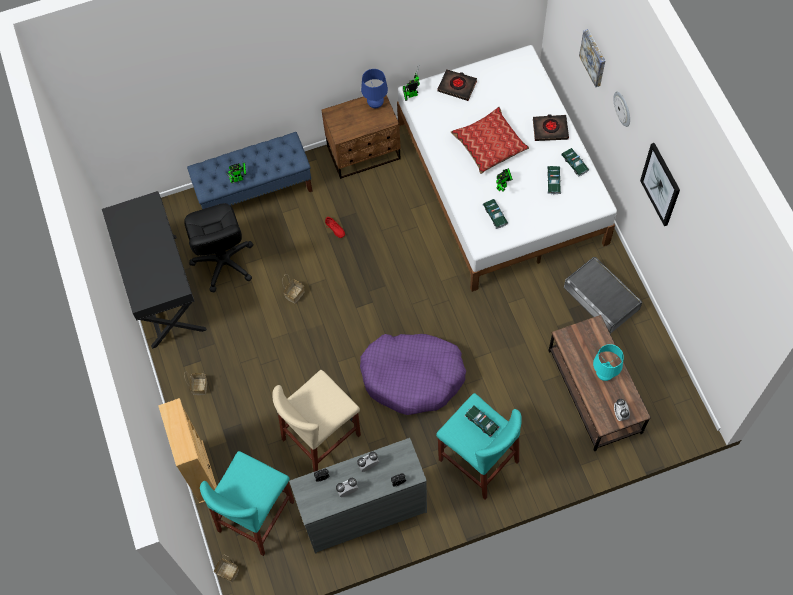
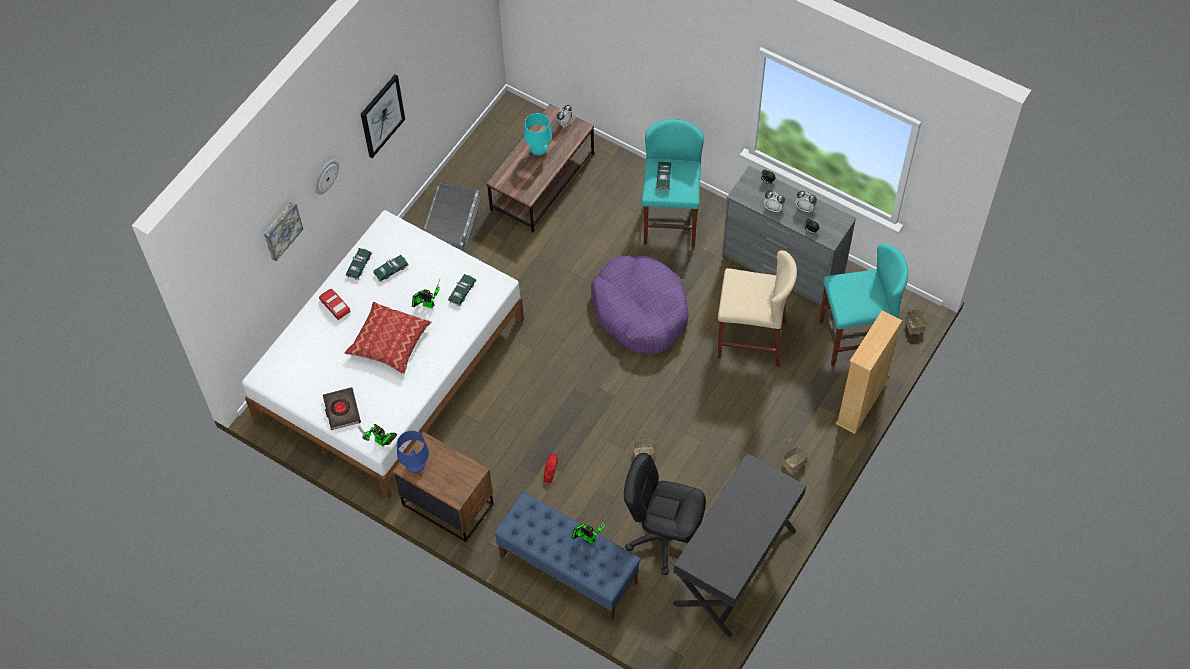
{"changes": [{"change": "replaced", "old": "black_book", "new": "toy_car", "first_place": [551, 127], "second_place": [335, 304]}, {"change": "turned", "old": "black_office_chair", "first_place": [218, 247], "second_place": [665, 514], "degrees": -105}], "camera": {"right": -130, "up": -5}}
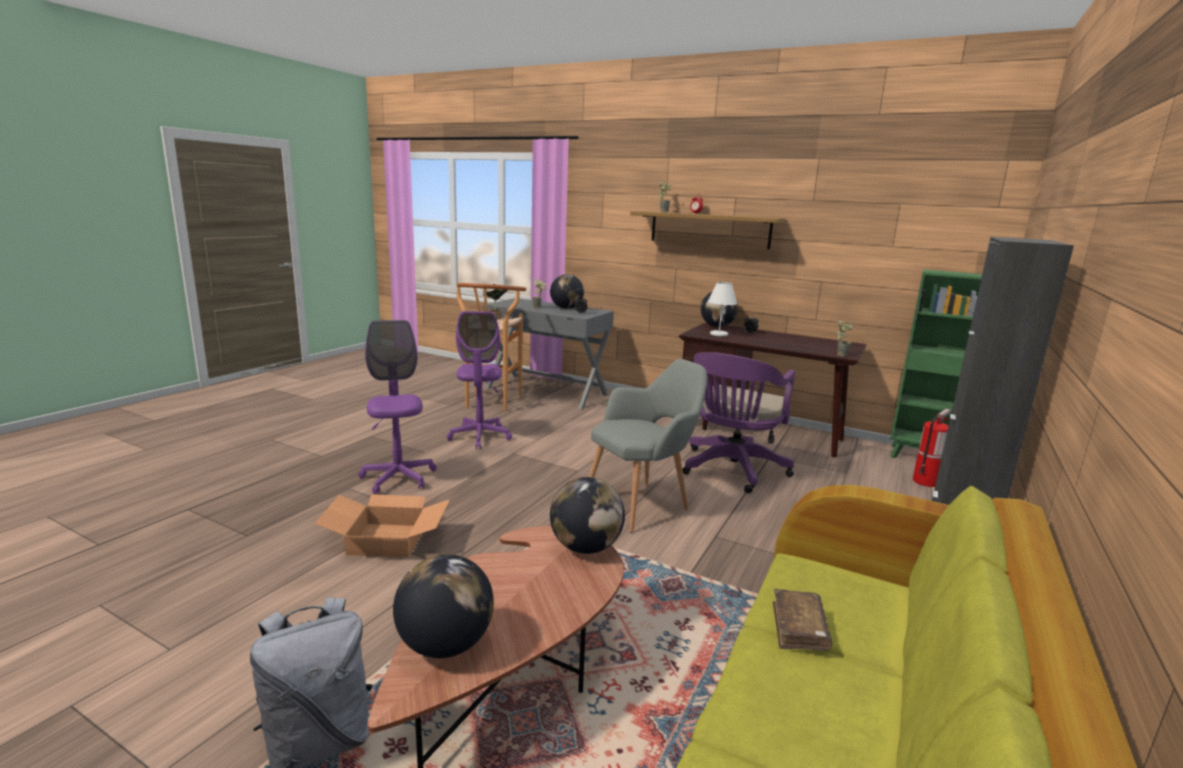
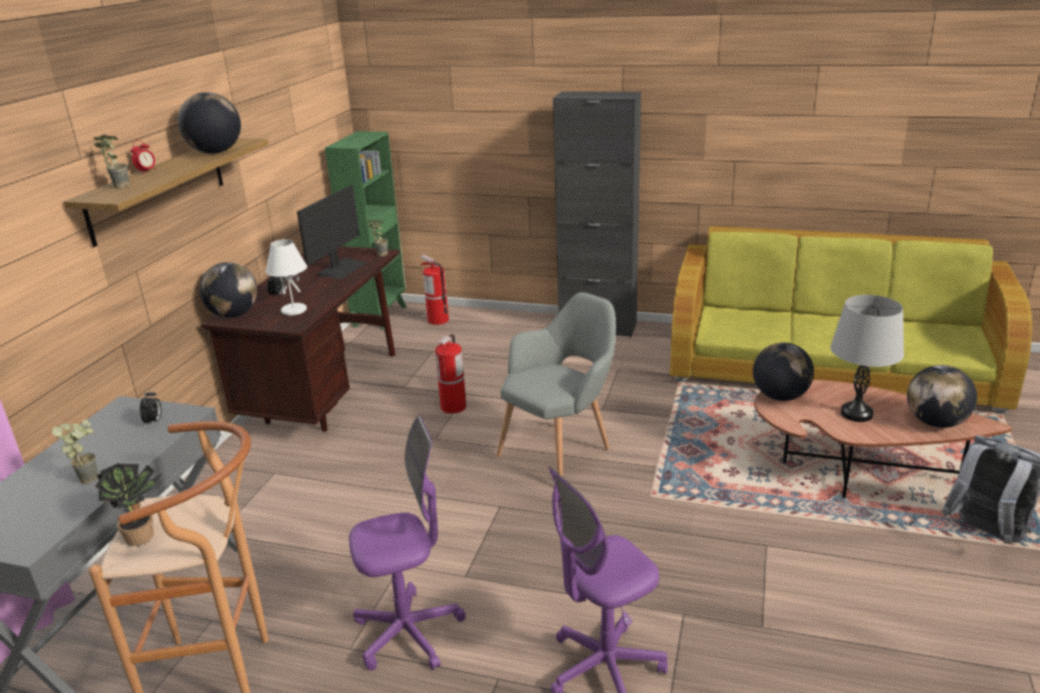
{"changes": [{"change": "moved", "old": "globe", "first_place": [567, 291], "second_place": [209, 123]}, {"change": "added", "new": "monitor", "second_place": [332, 232]}, {"change": "replaced", "old": "purple_office_chair", "new": "fire_extinguisher", "first_place": [738, 422], "second_place": [450, 374]}, {"change": "turned", "old": "grey_armchair", "first_place": [648, 446], "second_place": [556, 384], "degrees": 90}, {"change": "added", "new": "grey_table_lamp", "second_place": [867, 358]}, {"change": "removed", "old": "cardboard_box", "first_place": [382, 526]}, {"change": "removed", "old": "brown_book", "first_place": [802, 620]}], "camera": {"right": -100, "up": 10}}
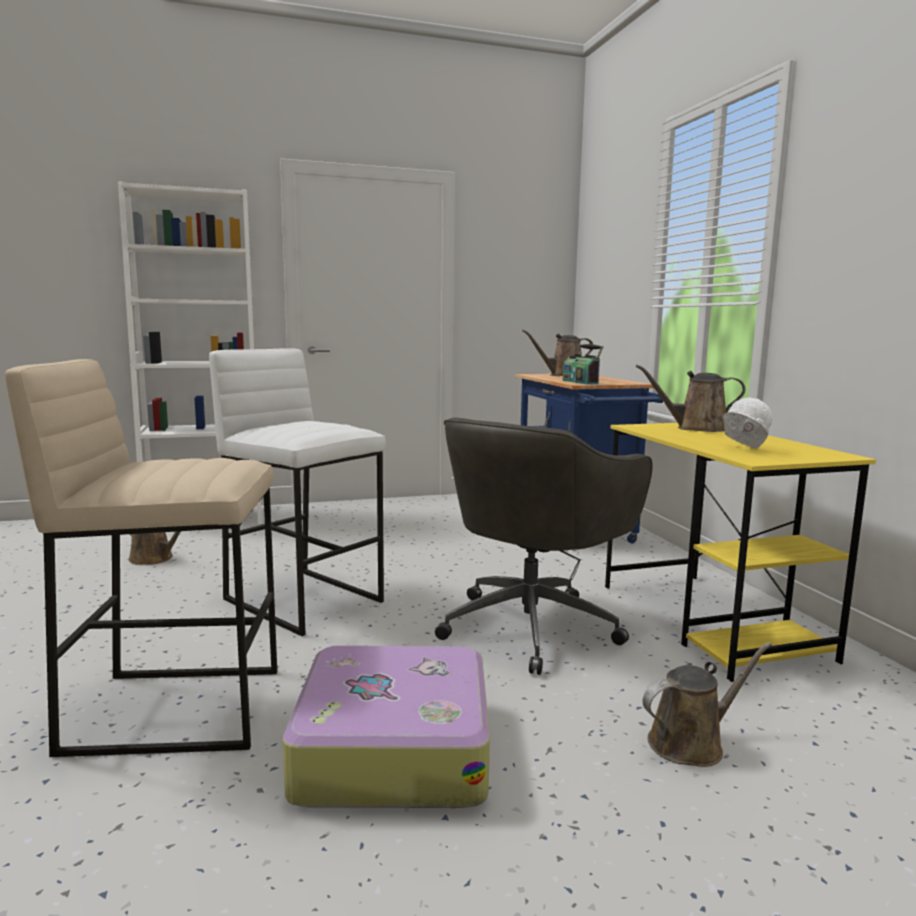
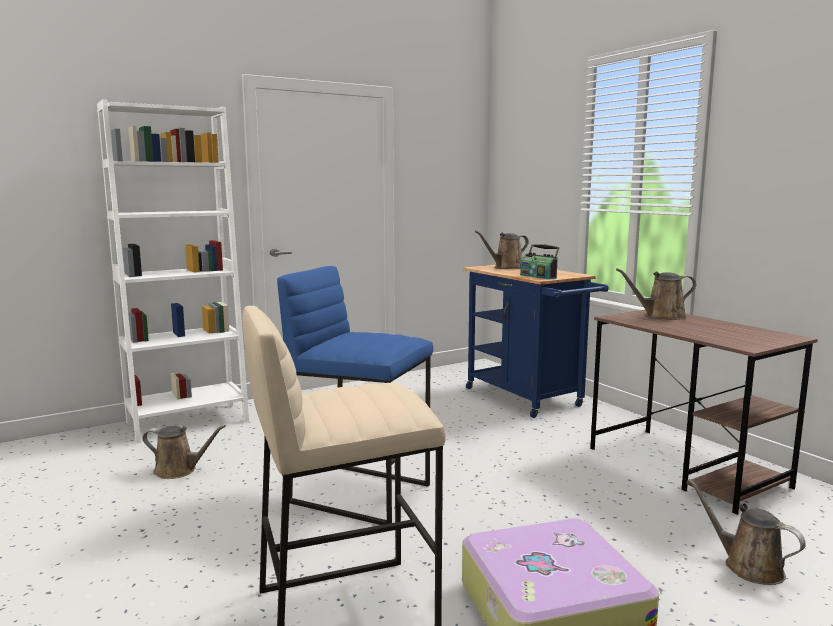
{"changes": [{"change": "recoloured", "old": "white_stool", "new": "blue_stool", "first_place": [297, 492], "second_place": [355, 395]}, {"change": "recoloured", "old": "yellow_desk", "new": "brown_desk", "first_place": [740, 552], "second_place": [704, 412]}, {"change": "turned", "old": "brown_watering_can", "first_place": [707, 704], "second_place": [746, 532], "degrees": -90}, {"change": "removed", "old": "grey_office_chair", "first_place": [543, 546]}, {"change": "removed", "old": "white_hard_hat", "first_place": [748, 422]}], "camera": {"right": -15, "up": 0}}
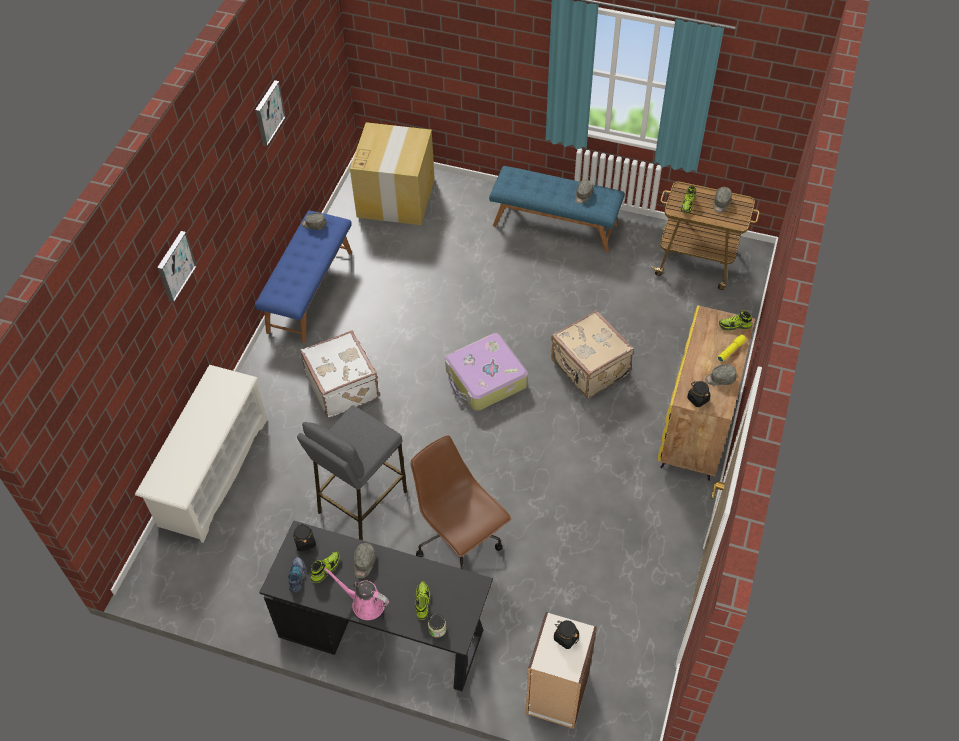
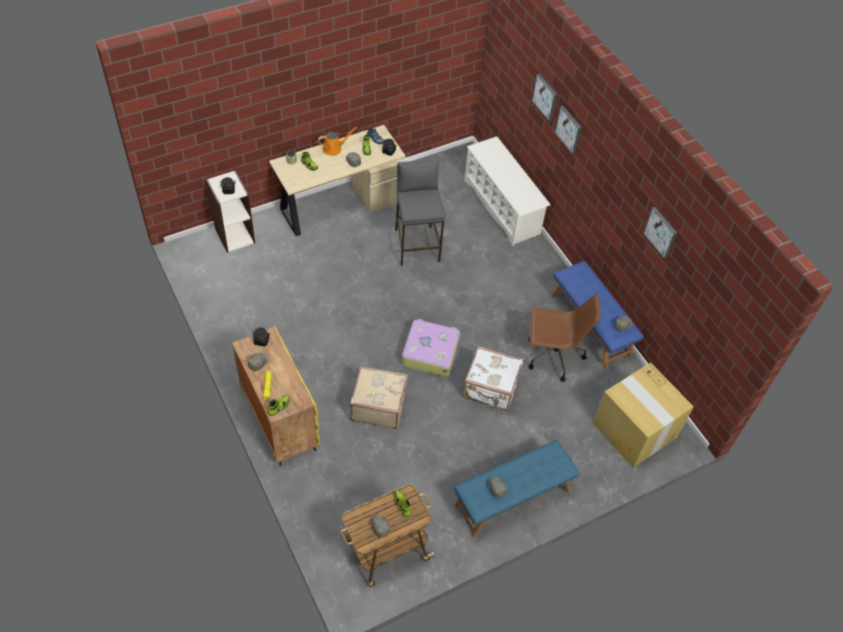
{"changes": [{"change": "recoloured", "old": "black_desk", "new": "beige_desk", "first_place": [376, 605], "second_place": [337, 180]}, {"change": "recoloured", "old": "pink_watering_can", "new": "orange_watering_can", "first_place": [356, 594], "second_place": [337, 141]}, {"change": "moved", "old": "white_suitcase", "first_place": [339, 374], "second_place": [493, 378]}, {"change": "moved", "old": "brown_office_chair", "first_place": [461, 502], "second_place": [564, 338]}, {"change": "added", "new": "picture", "second_place": [544, 97]}], "camera": {"right": 130, "up": 0}}
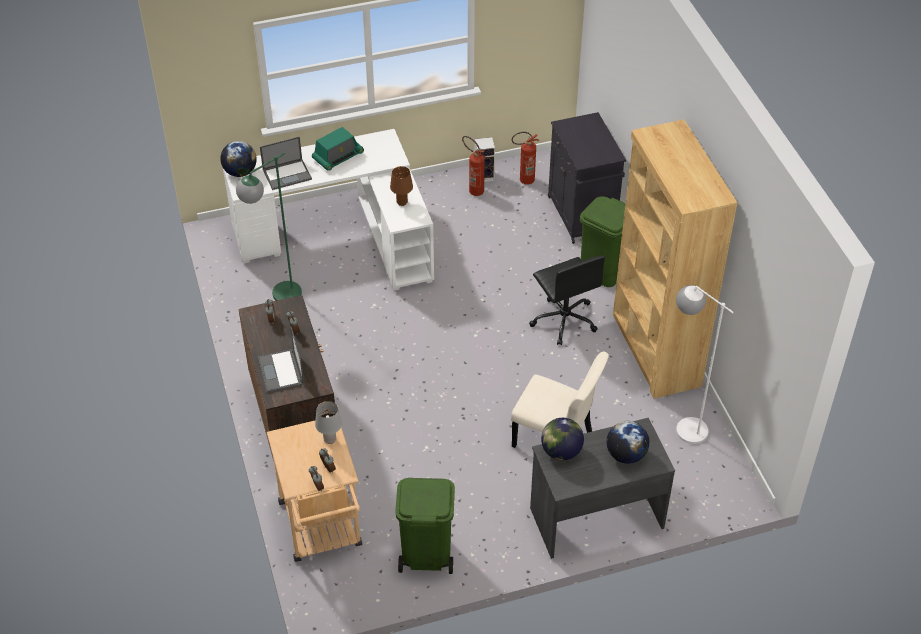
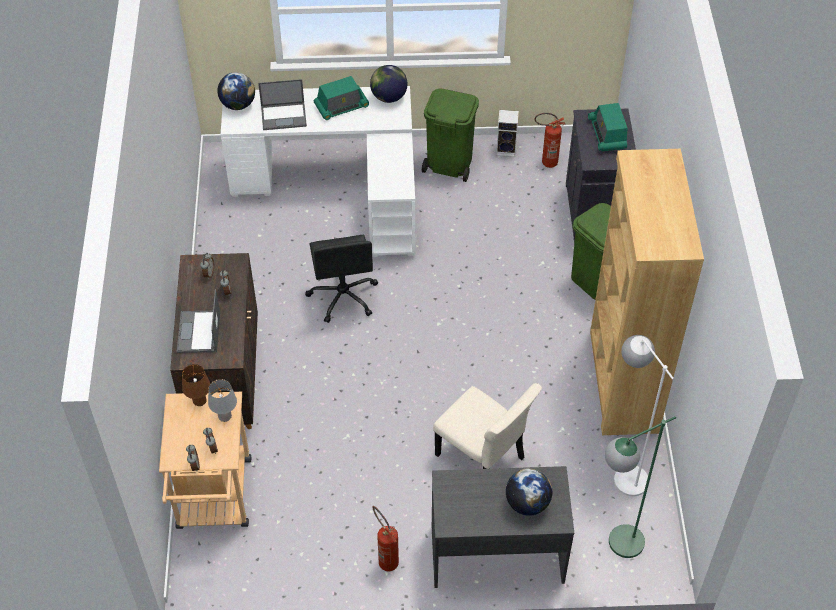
{"changes": [{"change": "moved", "old": "brown_table_lamp", "first_place": [401, 186], "second_place": [196, 385]}, {"change": "moved", "old": "black_office_chair", "first_place": [567, 300], "second_place": [341, 279]}, {"change": "moved", "old": "globe", "first_place": [562, 439], "second_place": [388, 84]}, {"change": "moved", "old": "fire_extinguisher", "first_place": [474, 166], "second_place": [385, 538]}, {"change": "moved", "old": "green_trash_can", "first_place": [425, 526], "second_place": [450, 135]}, {"change": "added", "new": "radio", "second_place": [608, 127]}, {"change": "moved", "old": "green_floor_lamp", "first_place": [269, 226], "second_place": [640, 487]}], "camera": {"right": 15, "up": 5}}
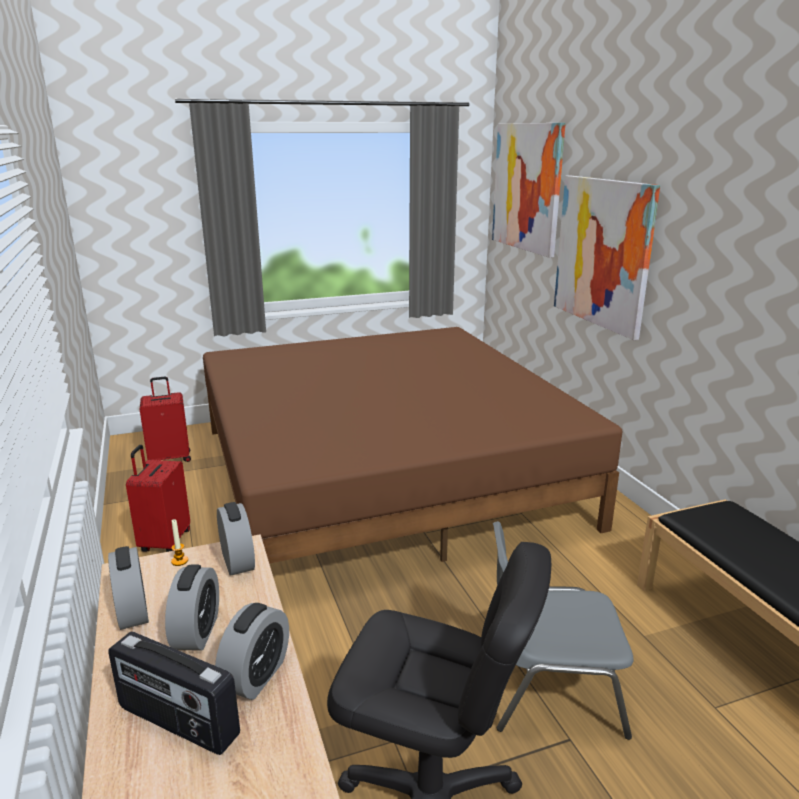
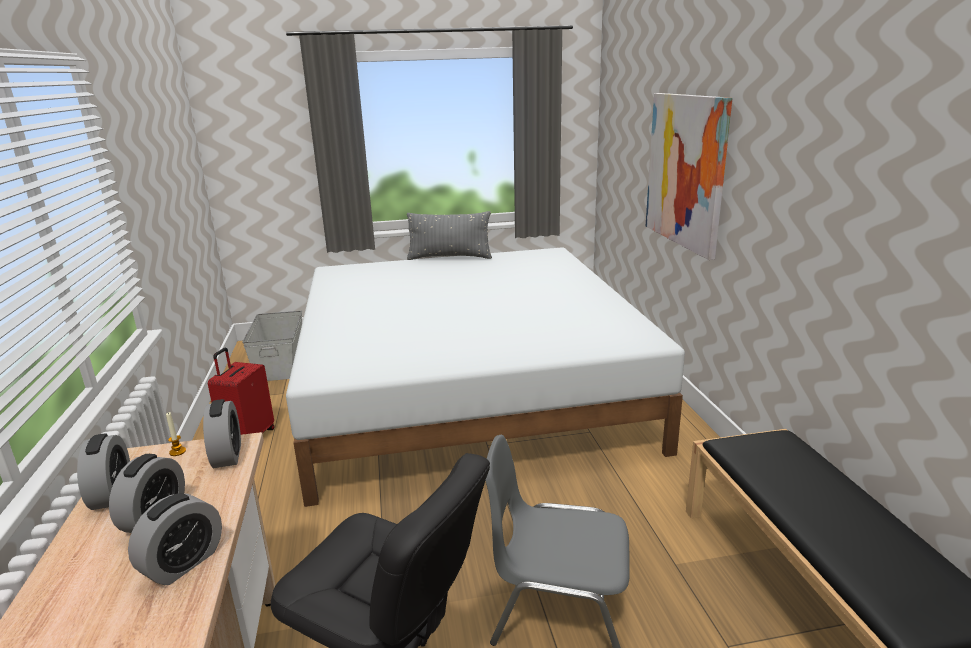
{"changes": [{"change": "replaced", "old": "red_suitcase", "new": "grey_storage_box", "first_place": [165, 419], "second_place": [272, 346]}, {"change": "recoloured", "old": "brown_bed", "new": "white_bed", "first_place": [412, 445], "second_place": [485, 377]}, {"change": "added", "new": "grey_pillow", "second_place": [449, 235]}, {"change": "removed", "old": "radio", "first_place": [174, 693]}, {"change": "removed", "old": "picture", "first_place": [529, 190]}], "camera": {"right": 10, "up": 0}}
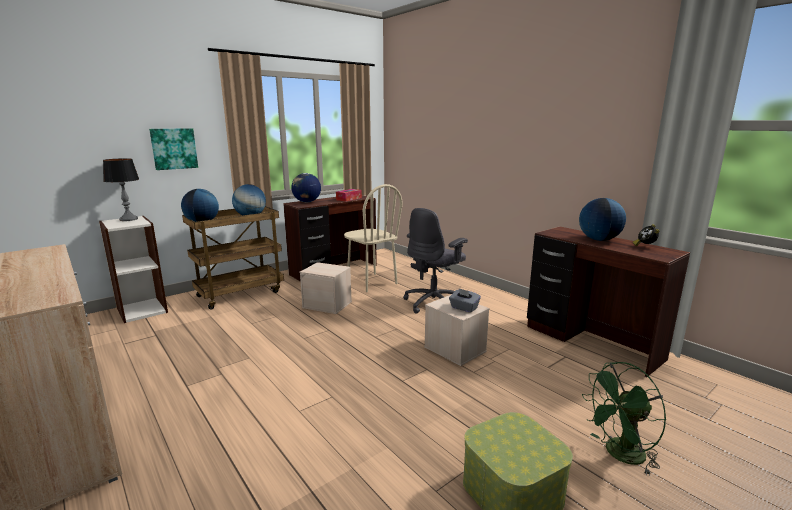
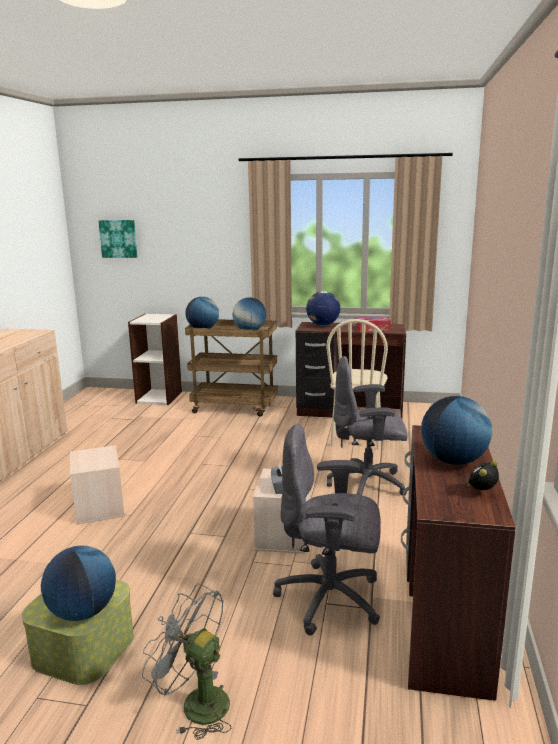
{"changes": [{"change": "added", "new": "globe", "second_place": [78, 583]}, {"change": "moved", "old": "beige_storage_box", "first_place": [326, 288], "second_place": [97, 485]}, {"change": "moved", "old": "picture", "first_place": [173, 149], "second_place": [117, 239]}, {"change": "recoloured", "old": "green_fan", "new": "grey_fan", "first_place": [624, 419], "second_place": [186, 662]}, {"change": "added", "new": "grey_office_chair", "second_place": [327, 529]}, {"change": "removed", "old": "table_lamp", "first_place": [121, 189]}], "camera": {"right": 50, "up": 0}}
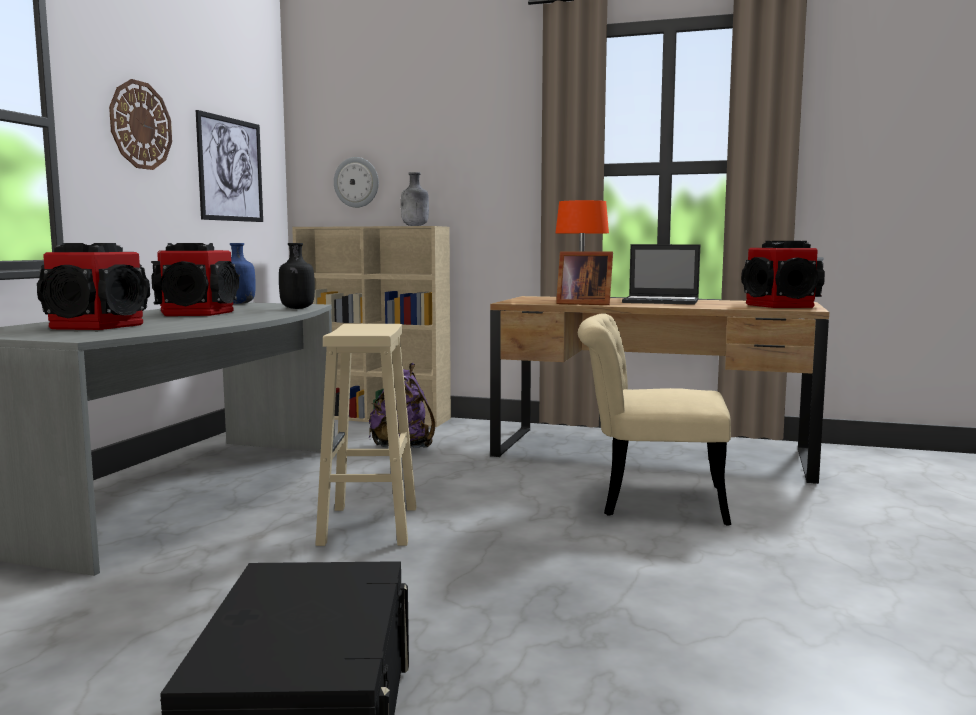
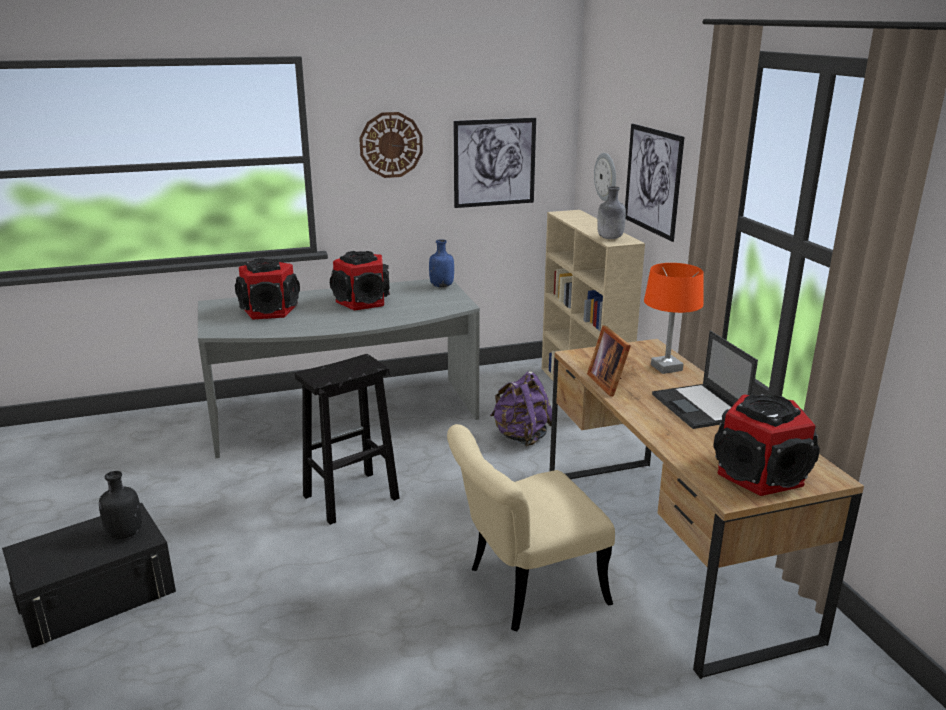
{"changes": [{"change": "moved", "old": "black_bottle", "first_place": [297, 276], "second_place": [120, 505]}, {"change": "recoloured", "old": "beige_stool", "new": "black_stool", "first_place": [366, 435], "second_place": [347, 439]}, {"change": "turned", "old": "beige_chair", "first_place": [654, 419], "second_place": [531, 527], "degrees": -90}, {"change": "added", "new": "picture", "second_place": [654, 183]}], "camera": {"right": 55, "up": 15}}
